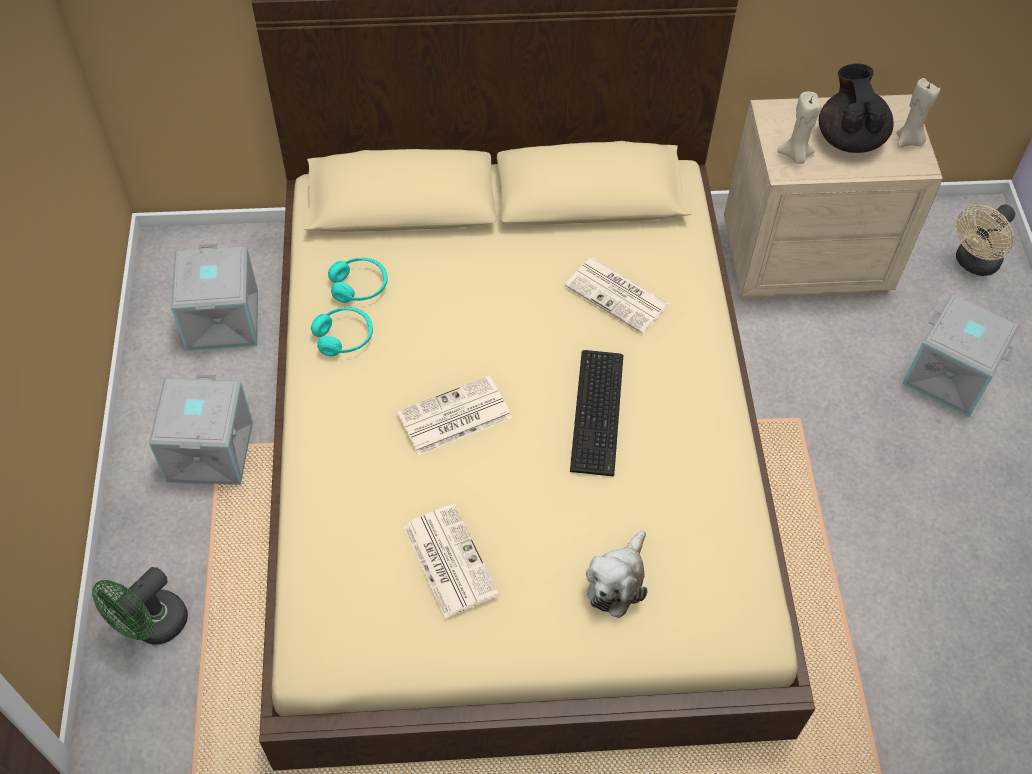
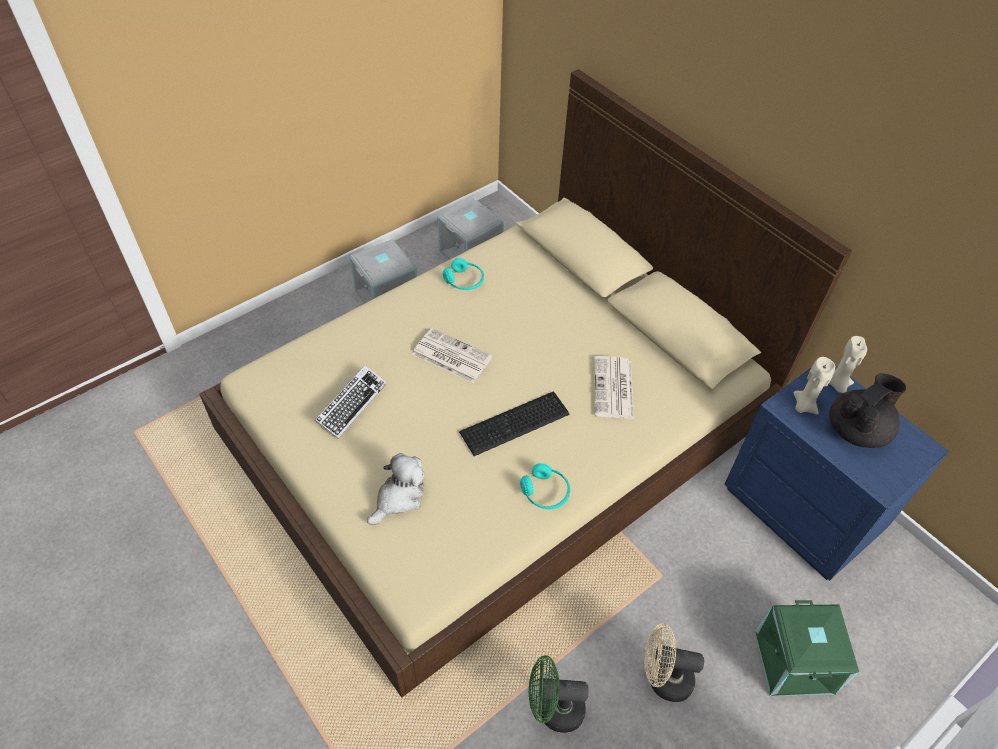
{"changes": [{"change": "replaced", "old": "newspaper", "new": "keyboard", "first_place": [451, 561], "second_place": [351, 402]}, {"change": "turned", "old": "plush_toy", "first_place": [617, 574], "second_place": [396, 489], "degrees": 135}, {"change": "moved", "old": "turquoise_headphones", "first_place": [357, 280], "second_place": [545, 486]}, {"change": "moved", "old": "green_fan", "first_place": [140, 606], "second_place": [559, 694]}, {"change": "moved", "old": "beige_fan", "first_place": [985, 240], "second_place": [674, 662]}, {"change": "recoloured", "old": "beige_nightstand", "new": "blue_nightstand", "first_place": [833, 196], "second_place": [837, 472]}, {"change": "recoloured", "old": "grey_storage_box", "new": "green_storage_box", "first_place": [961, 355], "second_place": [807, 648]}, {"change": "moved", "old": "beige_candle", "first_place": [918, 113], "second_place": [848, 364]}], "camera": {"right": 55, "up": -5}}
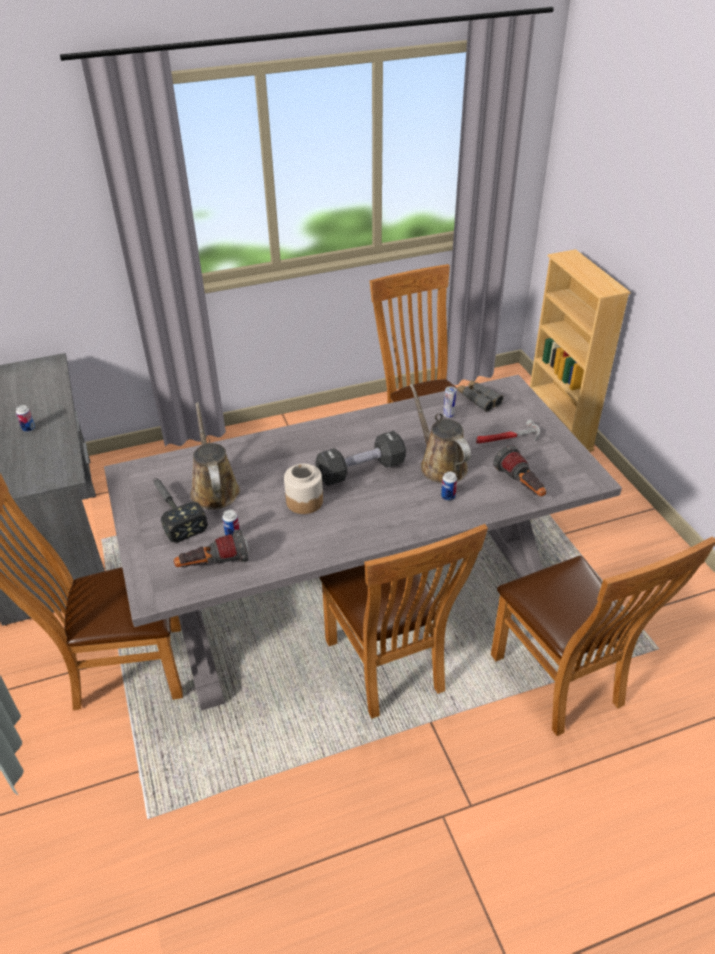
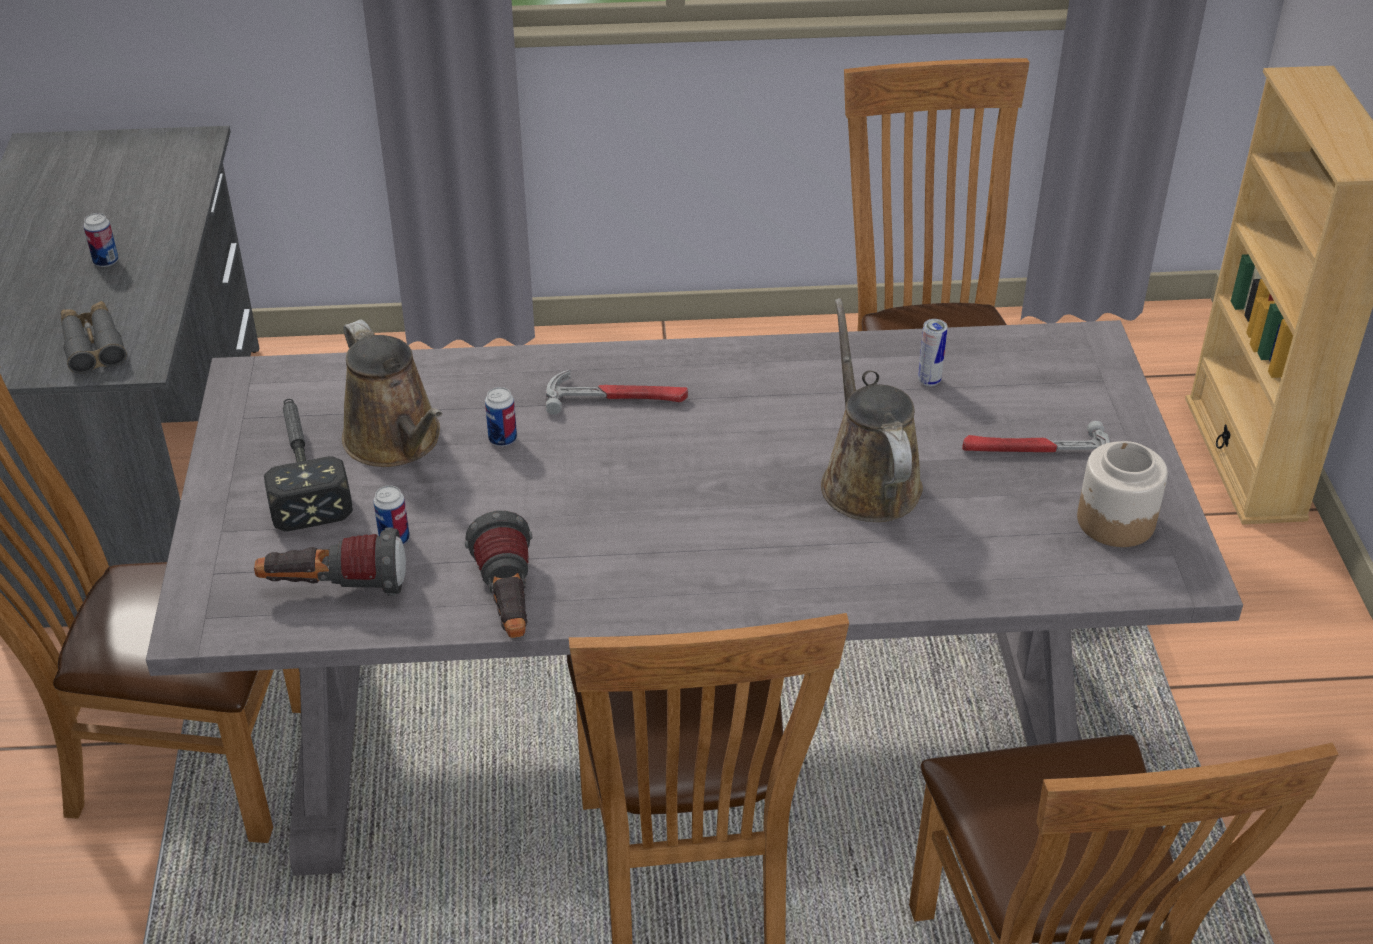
{"changes": [{"change": "moved", "old": "grey_binoculars", "first_place": [480, 396], "second_place": [94, 337]}, {"change": "turned", "old": "brown_watering_can", "first_place": [215, 456], "second_place": [392, 393], "degrees": 150}, {"change": "moved", "old": "flashlight", "first_place": [519, 471], "second_place": [498, 574]}, {"change": "moved", "old": "can", "first_place": [449, 486], "second_place": [501, 416]}, {"change": "added", "new": "hammer", "second_place": [616, 392]}, {"change": "moved", "old": "jar", "first_place": [303, 489], "second_place": [1122, 494]}, {"change": "removed", "old": "black_dumbbell", "first_place": [360, 458]}], "camera": {"right": 15, "up": 0}}
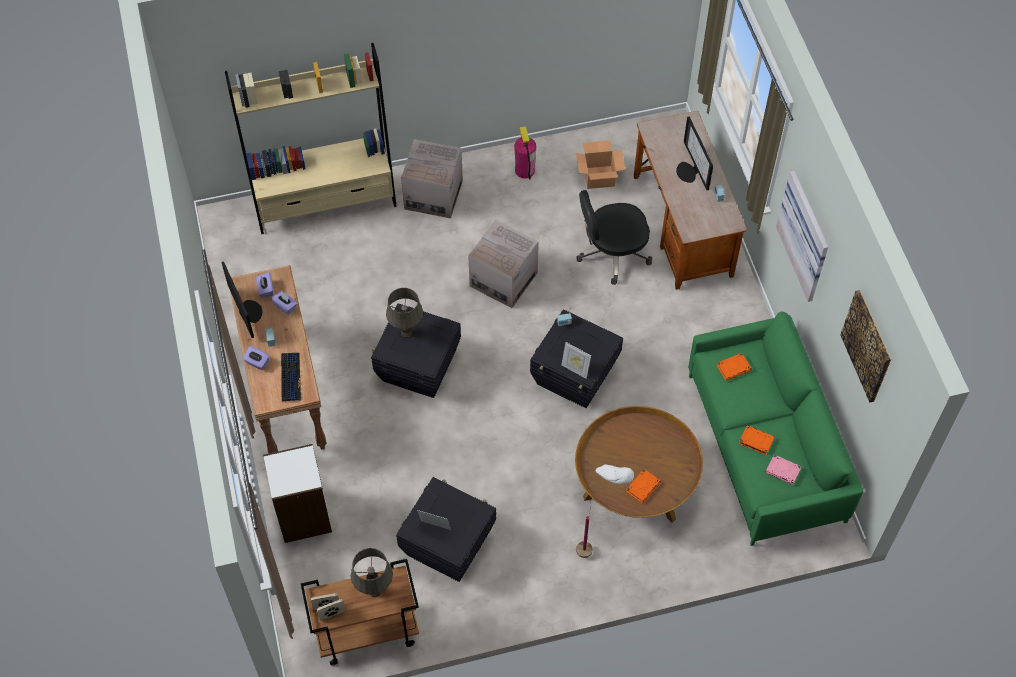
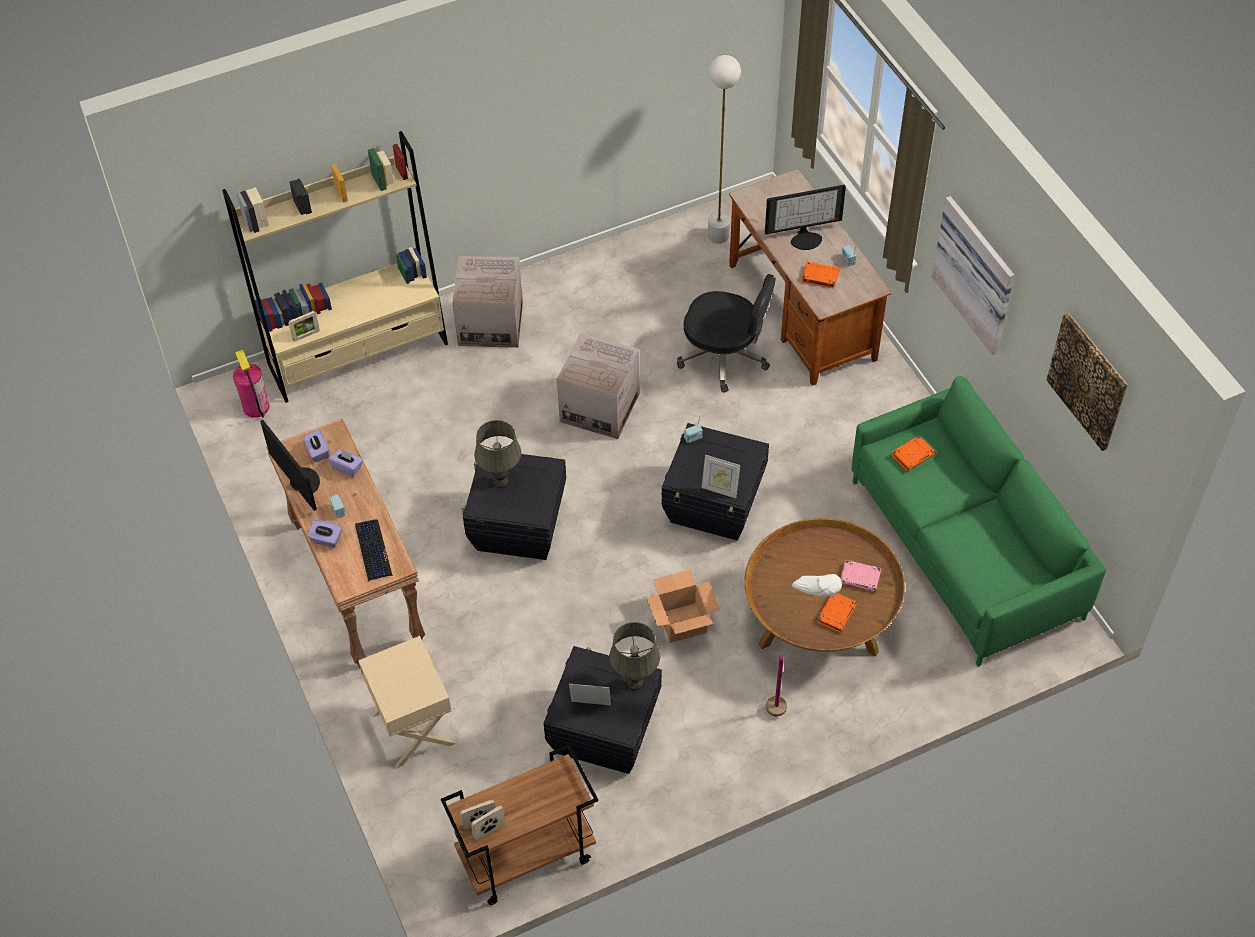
{"changes": [{"change": "moved", "old": "fire_extinguisher", "first_place": [525, 152], "second_place": [251, 384]}, {"change": "added", "new": "picture_frame", "second_place": [304, 326]}, {"change": "replaced", "old": "white_bookcase", "new": "beige_nightstand", "first_place": [297, 493], "second_place": [407, 702]}, {"change": "moved", "old": "grey_table_lamp", "first_place": [372, 572], "second_place": [634, 656]}, {"change": "moved", "old": "cardboard_box", "first_place": [601, 164], "second_place": [683, 606]}, {"change": "turned", "old": "black_office_chair", "first_place": [614, 237], "second_place": [726, 333], "degrees": -135}, {"change": "added", "new": "white_floor_lamp", "second_place": [724, 149]}, {"change": "turned", "old": "monitor", "first_place": [694, 153], "second_place": [805, 217], "degrees": -75}, {"change": "moved", "old": "orange_book", "first_place": [756, 440], "second_place": [820, 275]}, {"change": "moved", "old": "pink_book", "first_place": [783, 470], "second_place": [861, 576]}], "camera": {"right": -10, "up": -5}}
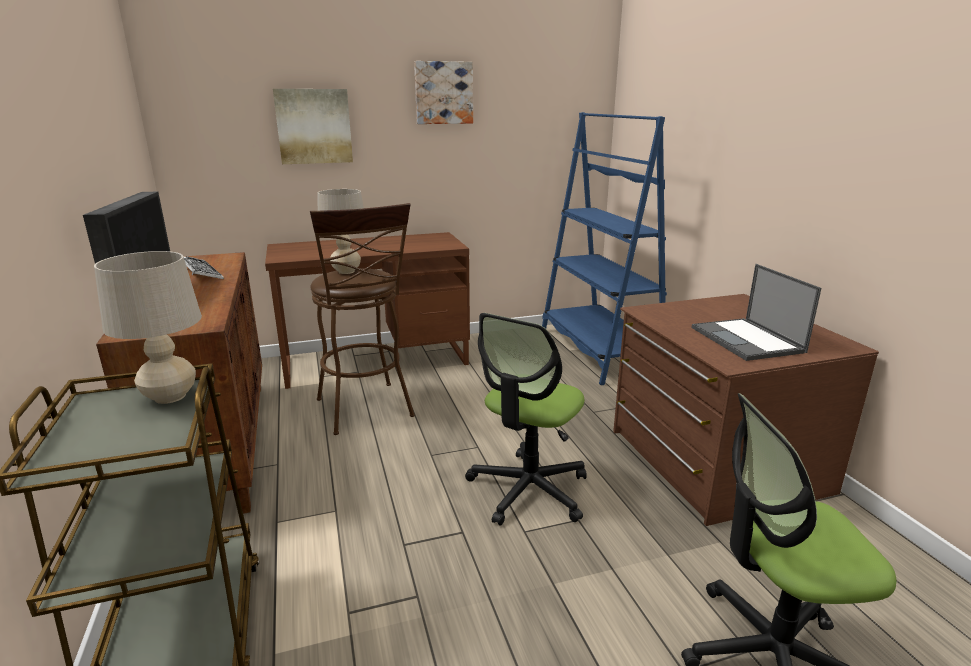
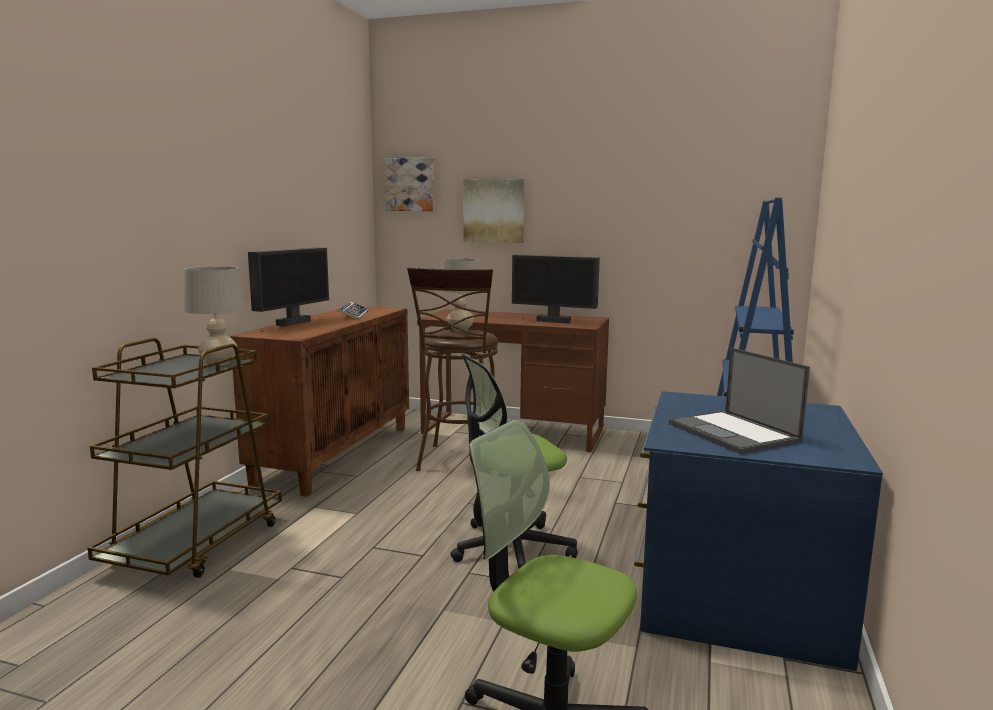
{"changes": [{"change": "moved", "old": "picture", "first_place": [443, 92], "second_place": [409, 184]}, {"change": "added", "new": "monitor", "second_place": [556, 289]}, {"change": "recoloured", "old": "brown_dresser", "new": "blue_dresser", "first_place": [746, 410], "second_place": [758, 531]}, {"change": "turned", "old": "laptop", "first_place": [756, 312], "second_place": [739, 400], "degrees": -45}], "camera": {"right": 35, "up": -10}}
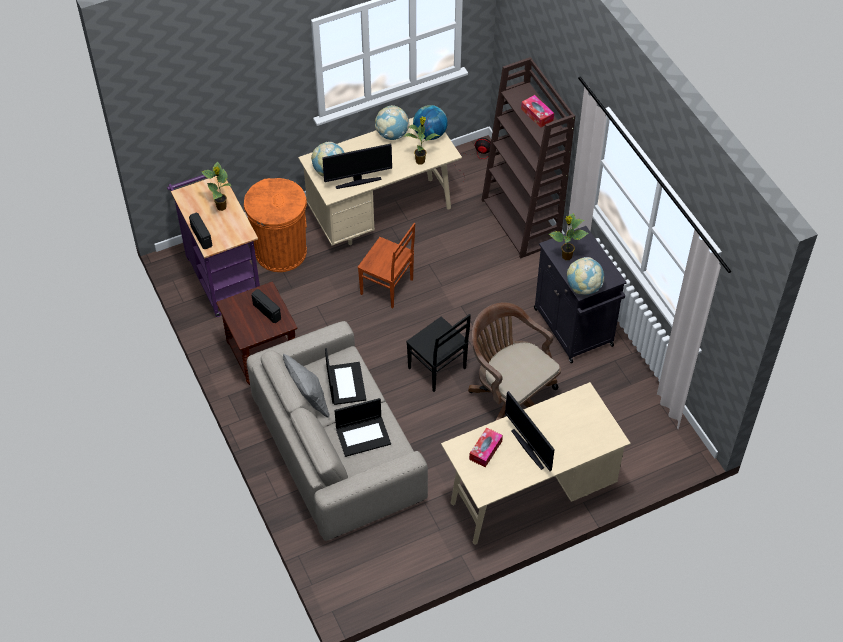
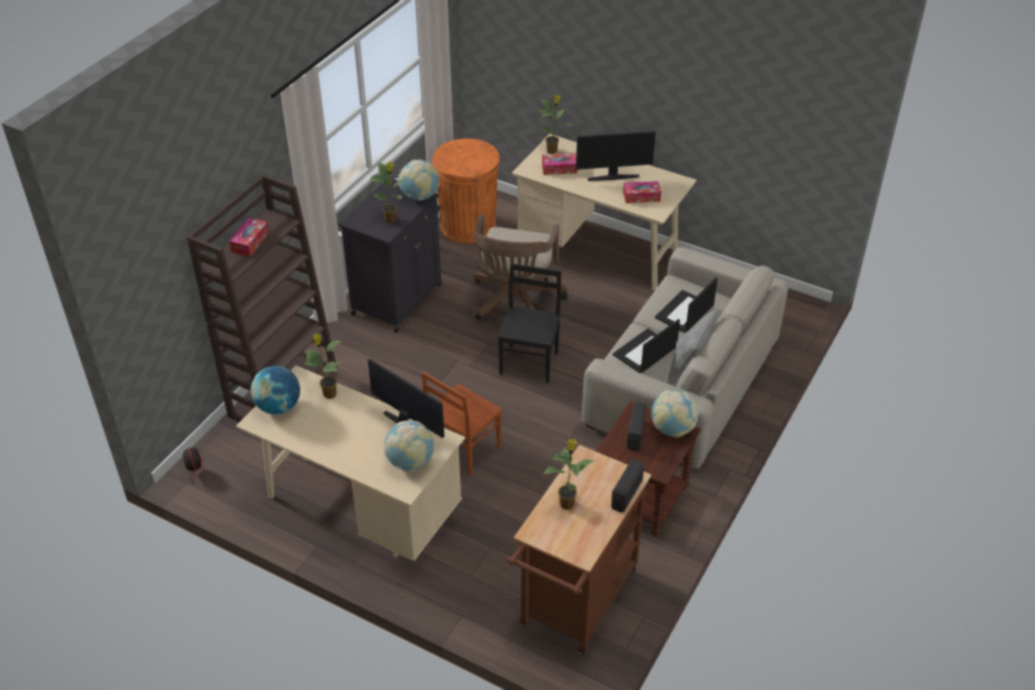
{"changes": [{"change": "turned", "old": "brown_chair", "first_place": [386, 265], "second_place": [462, 424], "degrees": -135}, {"change": "moved", "old": "orange_trash_can", "first_place": [275, 225], "second_place": [466, 191]}, {"change": "recoloured", "old": "purple_cart", "new": "brown_cart", "first_place": [213, 244], "second_place": [579, 549]}, {"change": "added", "new": "potted_plant", "second_place": [556, 124]}, {"change": "added", "new": "tissue_box", "second_place": [559, 164]}, {"change": "turned", "old": "monitor", "first_place": [530, 431], "second_place": [616, 156], "degrees": 60}, {"change": "moved", "old": "globe", "first_place": [392, 122], "second_place": [675, 413]}, {"change": "turned", "old": "laptop", "first_place": [362, 427], "second_place": [686, 305], "degrees": -90}], "camera": {"right": -125, "up": -10}}
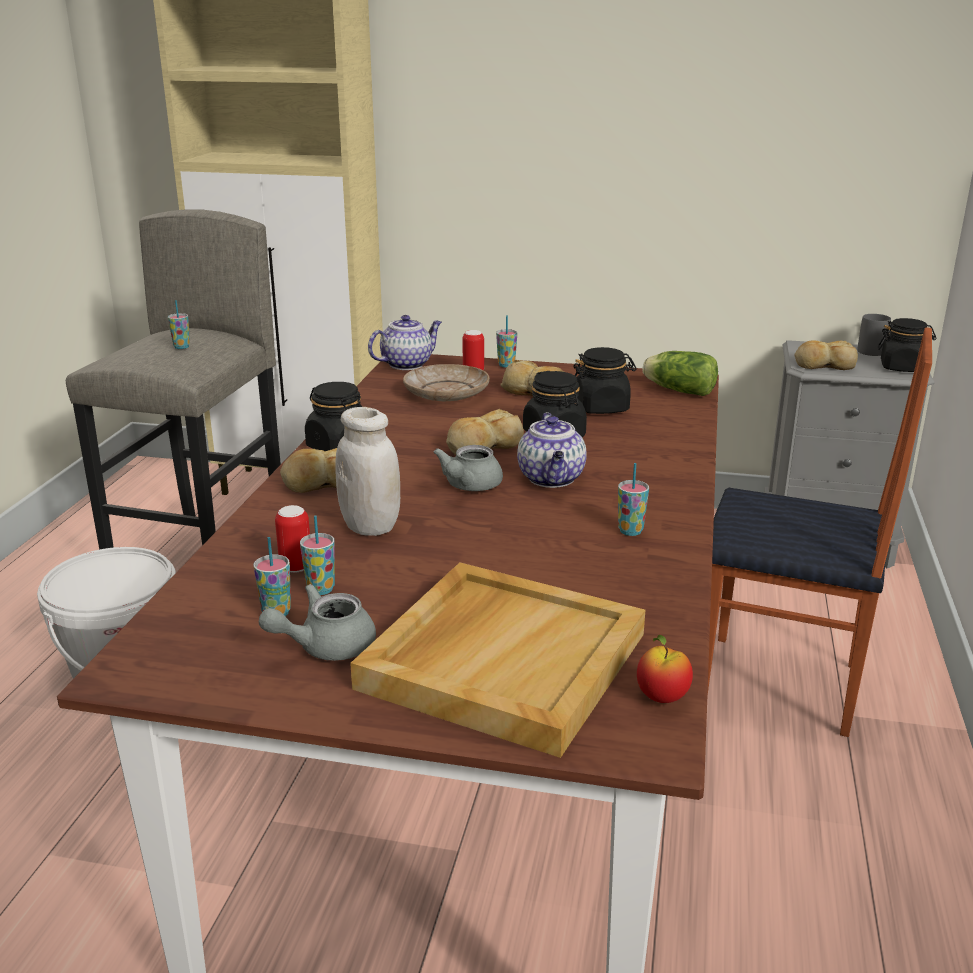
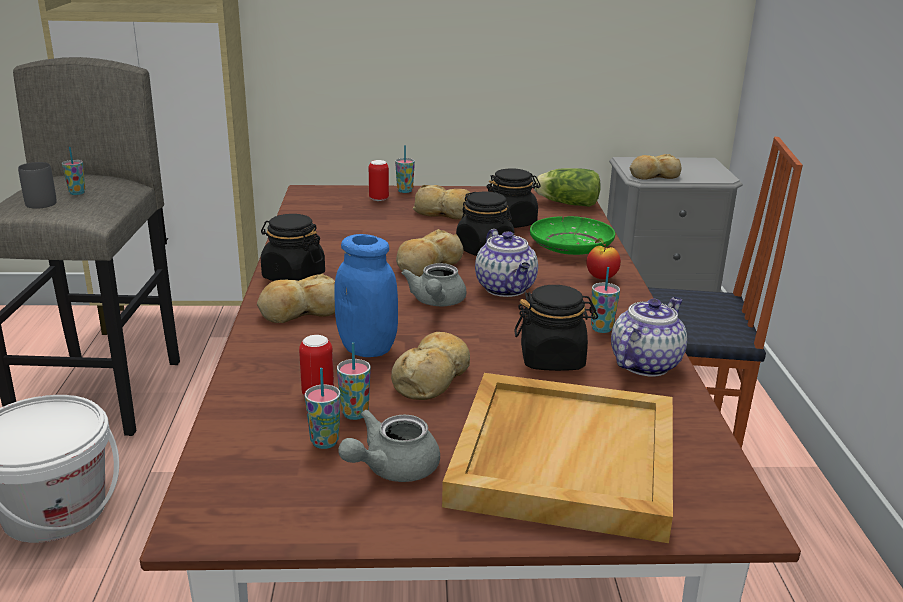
{"changes": [{"change": "moved", "old": "grey_mug", "first_place": [874, 335], "second_place": [37, 185]}, {"change": "recoloured", "old": "white_jar", "new": "blue_jar", "first_place": [367, 471], "second_place": [366, 295]}, {"change": "added", "new": "bread", "second_place": [430, 366]}, {"change": "moved", "old": "black_jar", "first_place": [907, 345], "second_place": [556, 328]}, {"change": "added", "new": "green_plate", "second_place": [572, 235]}, {"change": "moved", "old": "apple", "first_place": [665, 669], "second_place": [603, 258]}, {"change": "moved", "old": "teapot", "first_place": [405, 342], "second_place": [649, 337]}, {"change": "removed", "old": "beige_plate", "first_place": [446, 382]}], "camera": {"right": -15, "up": 0}}
